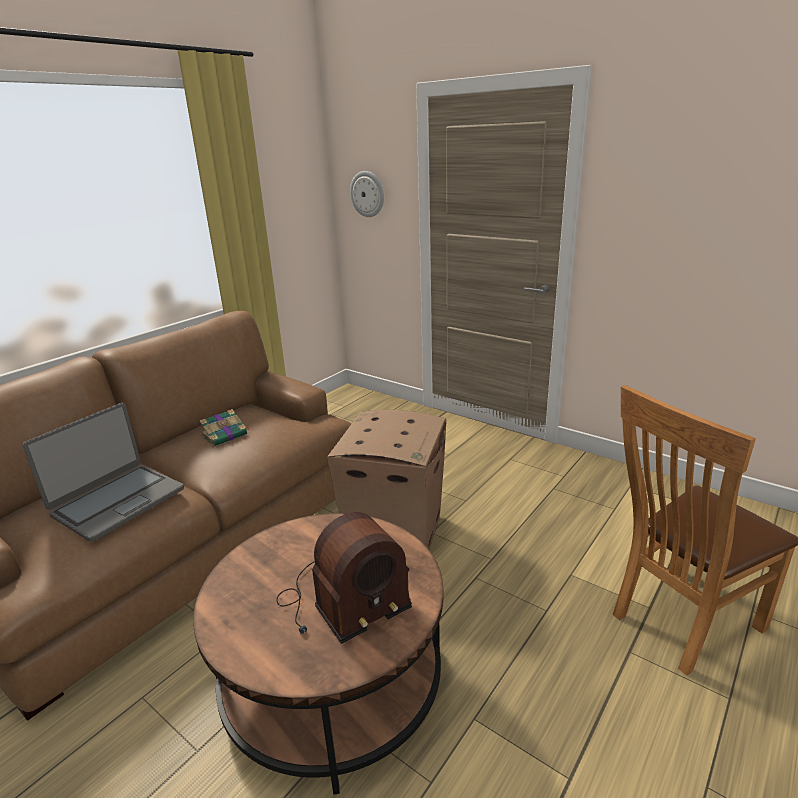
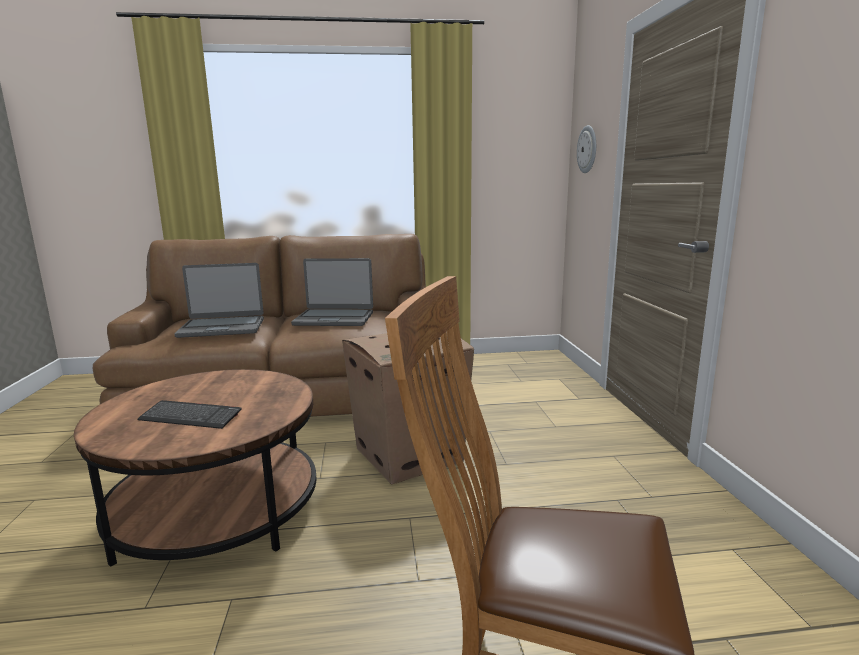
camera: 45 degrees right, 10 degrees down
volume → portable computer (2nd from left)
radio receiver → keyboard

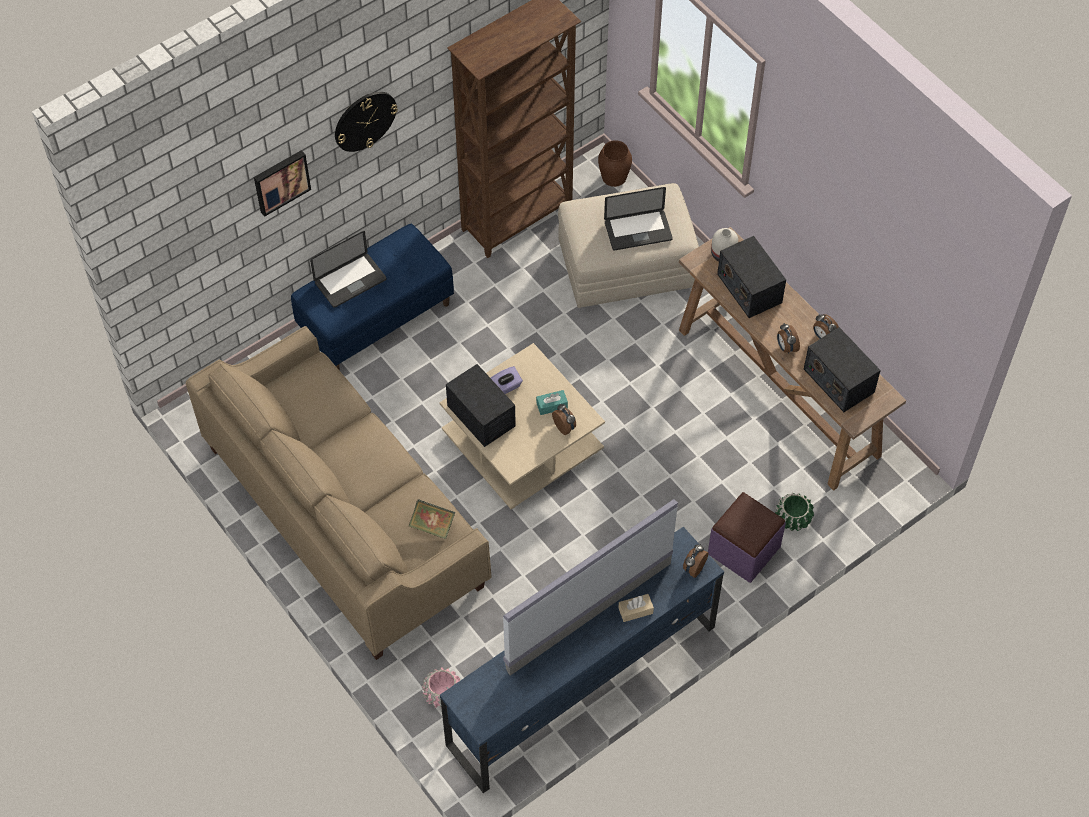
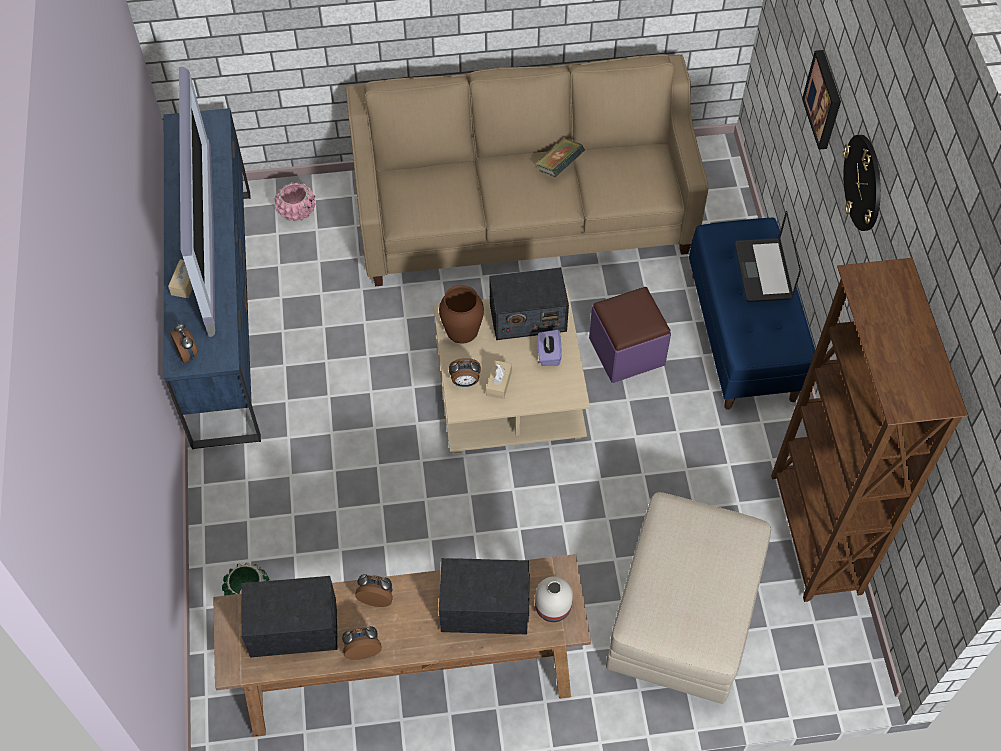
camera: 120 degrees right, 0 degrees up
portable computer (2nd from left) → -
volume, moved
brown-coloured flower vase, moved
purplish footrest, moved
turquoise-coloured tissue box → beige tissue box (2nd from left)

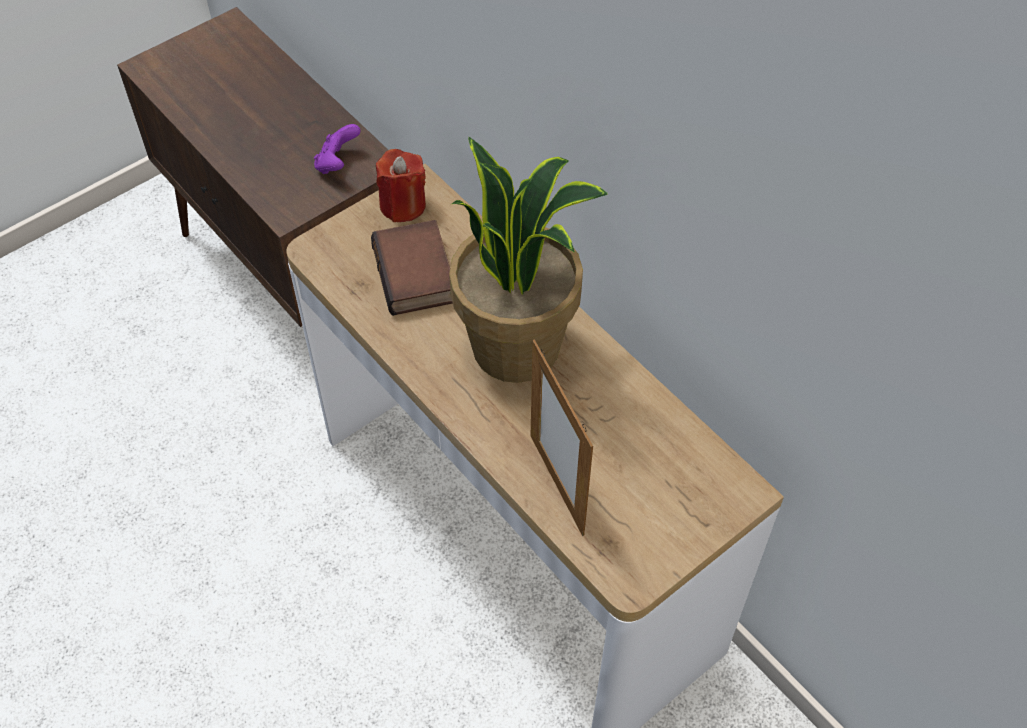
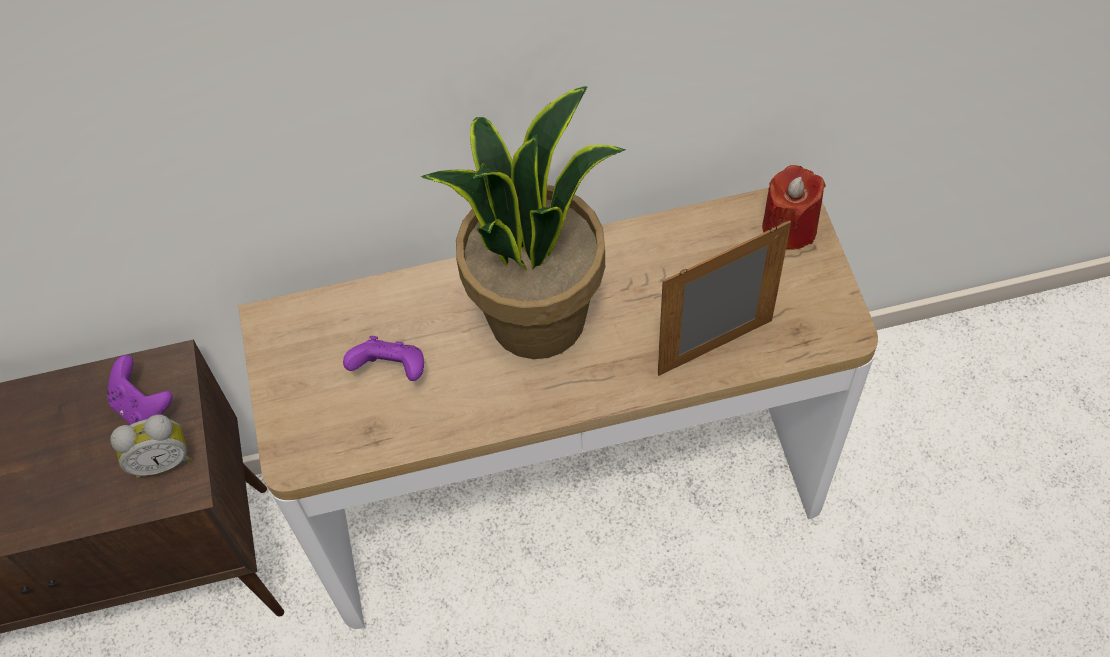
camera: 60 degrees left, 5 degrees up
- → table clock
red-coloured wax light, moved
volume → purplish game controller (2nd from left)
photo frame, 150 degrees clockwise

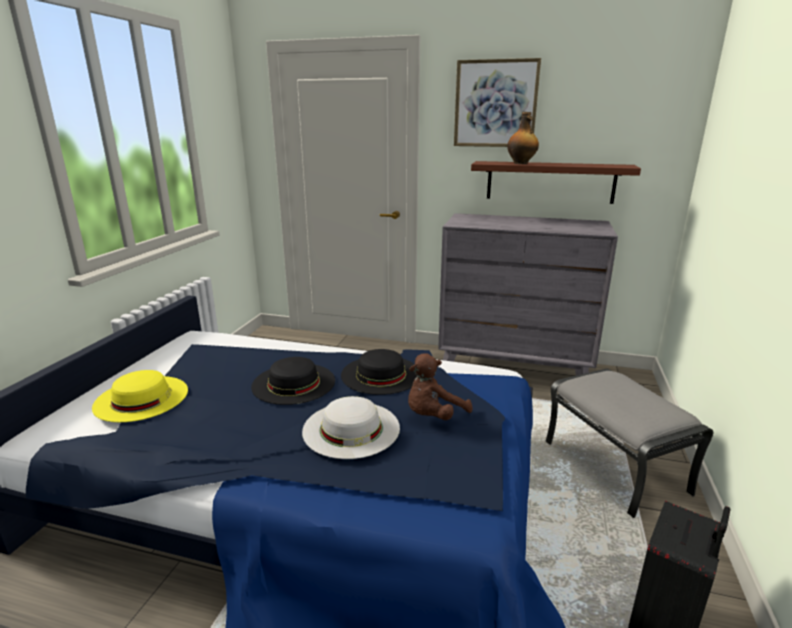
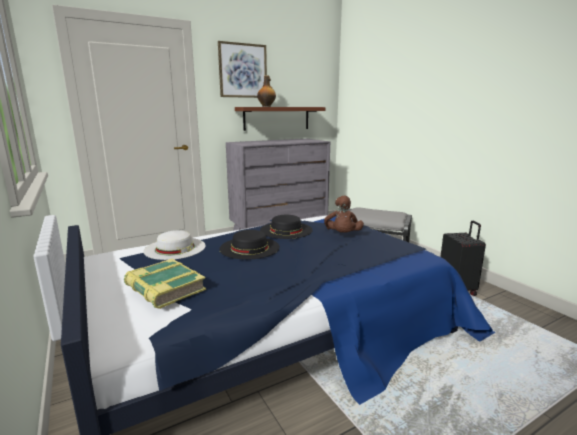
camera: 45 degrees left, 5 degrees down
whitish wearable hat, moved
yellow wearable hat → volume

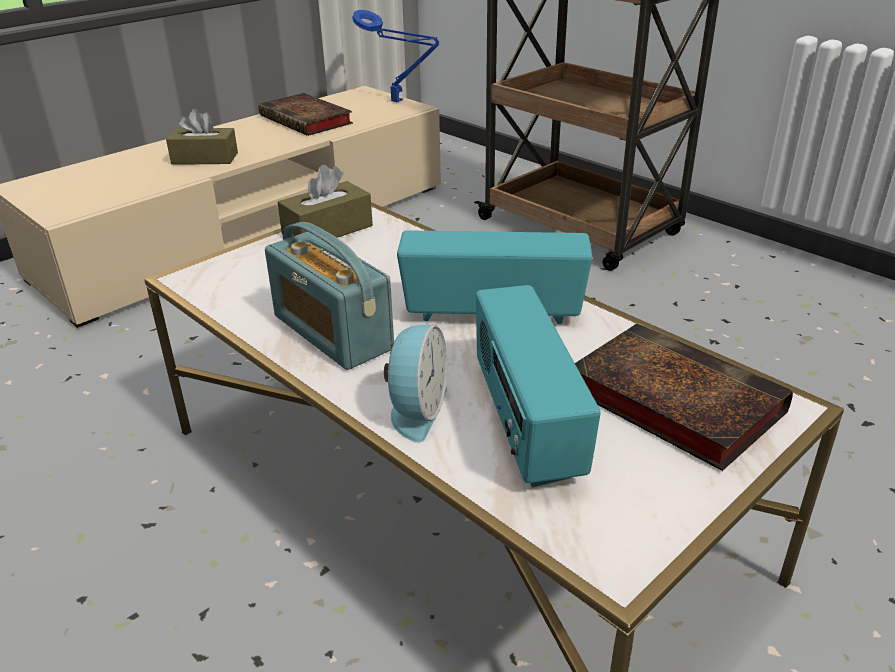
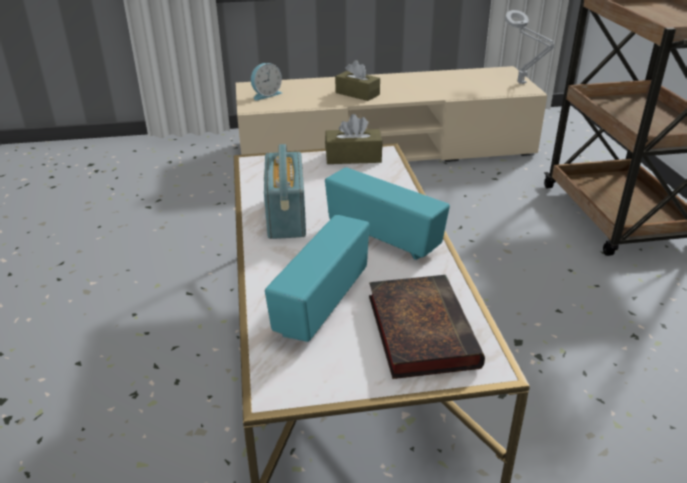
camera: 35 degrees right, 0 degrees up
volume (1st from left) → -
table clock, moved
bluish lamp for a table → grey lamp for a table

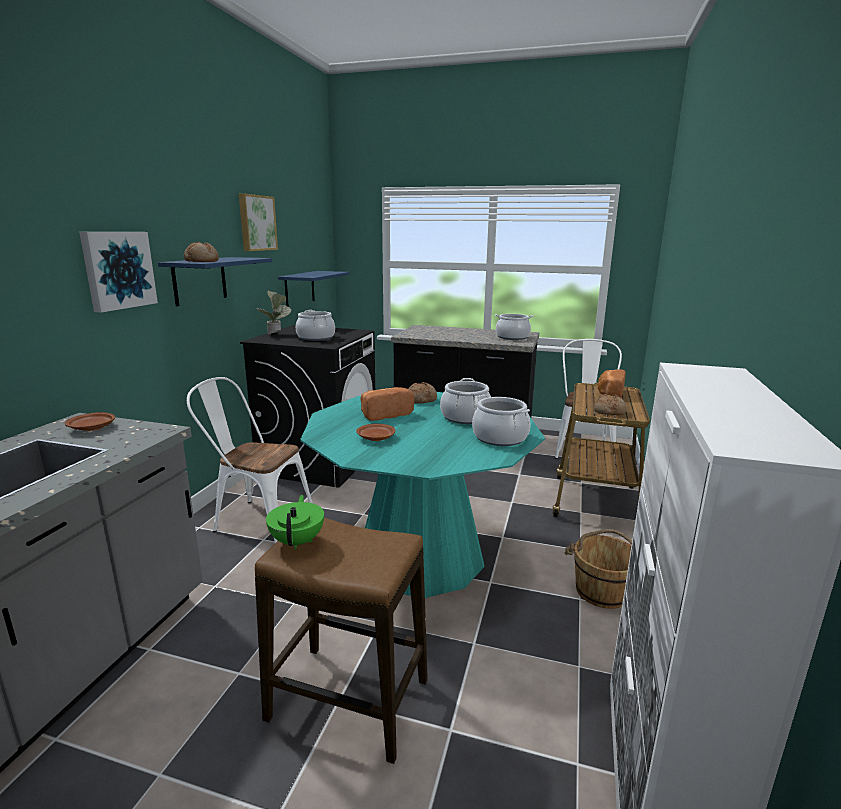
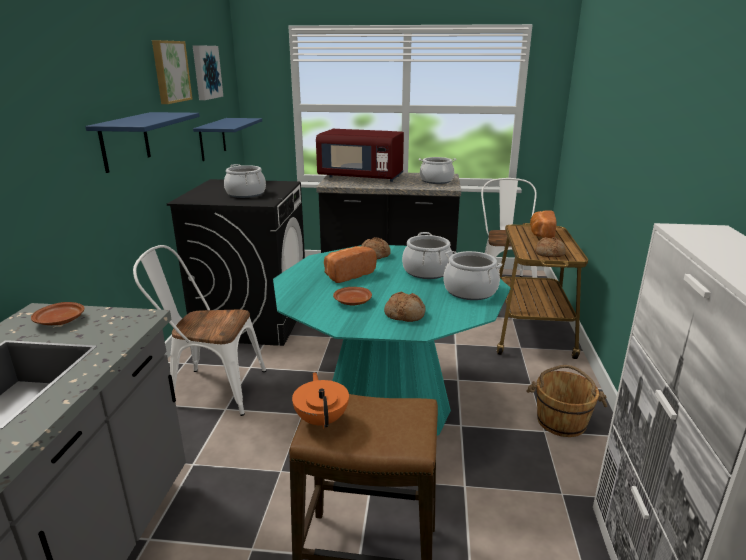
camera: 10 degrees left, 5 degrees up
houseplant → -
- → red-coloured microwave oven
wall picture (1st from left in the first image) → wall picture (2nd from left), moved
bakery bread (1st from left in the first image) → bakery bread (3rd from left), moved
green-coloured teapot → orangey teapot

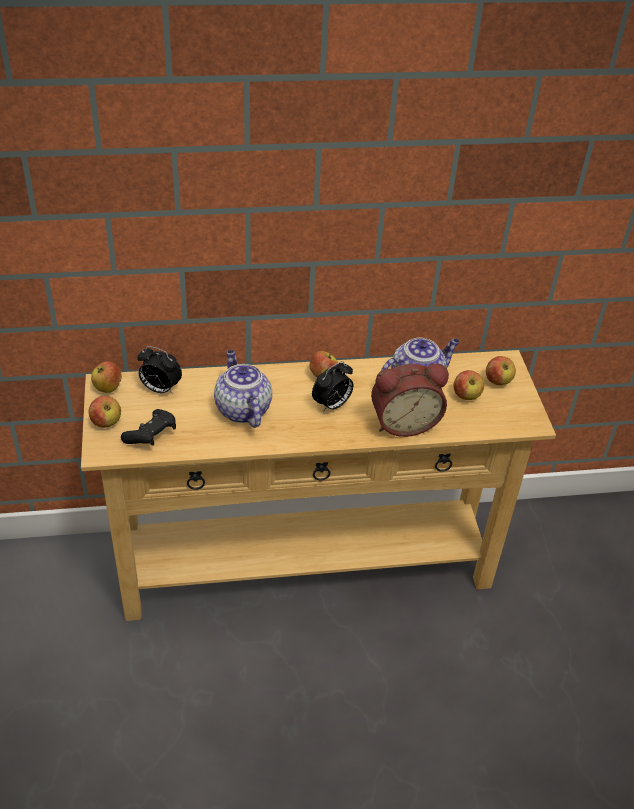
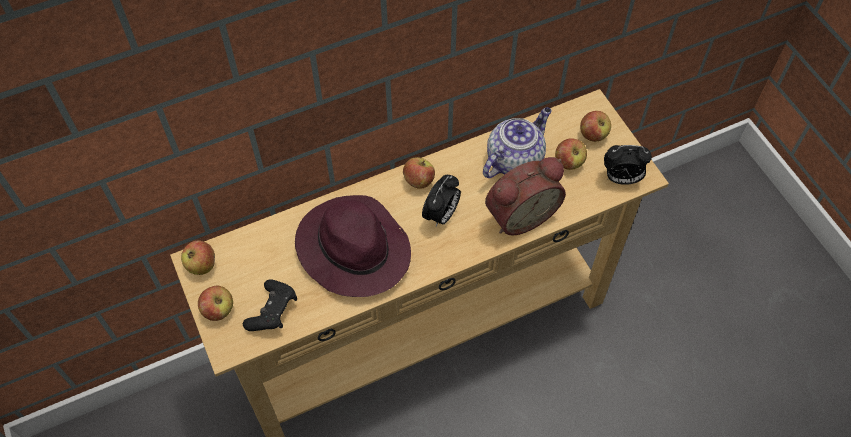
camera: 15 degrees left, 15 degrees up
table clock (1st from left in the first image) → table clock (3rd from left), moved
teapot (1st from left) → purplish wearable hat

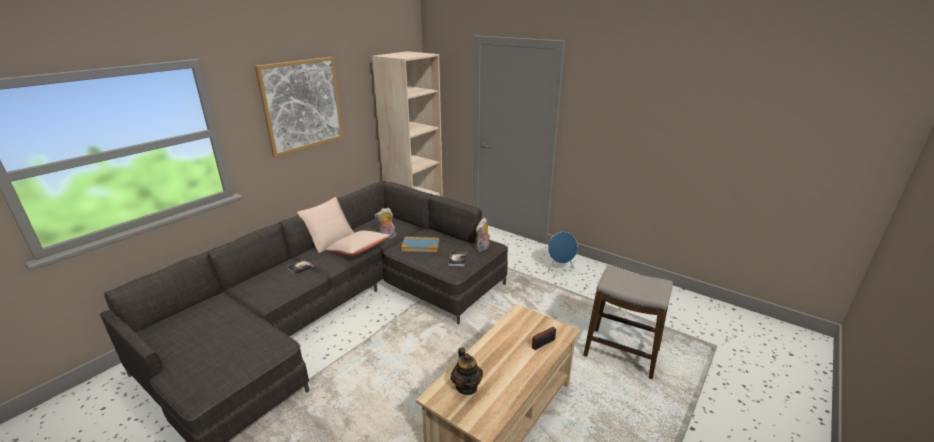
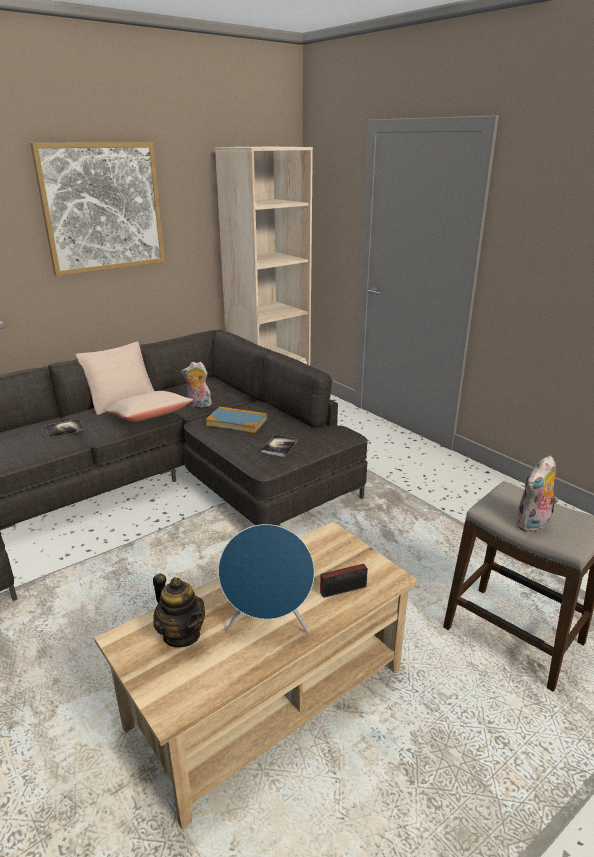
camera: 15 degrees right, 0 degrees up
soft toy (2nd from left), moved
bluish audio speaker, moved
teapot, 45 degrees counterclockwise

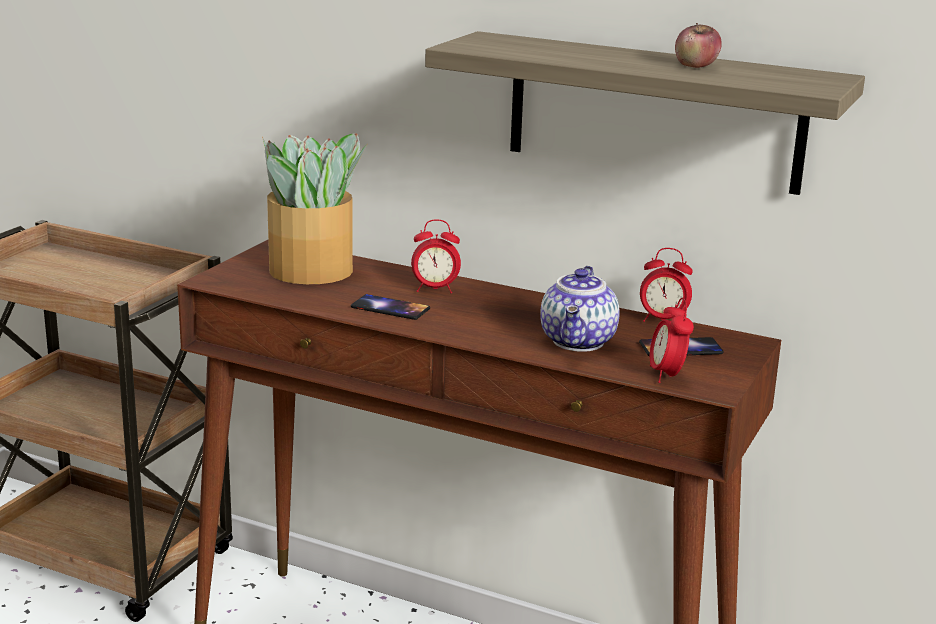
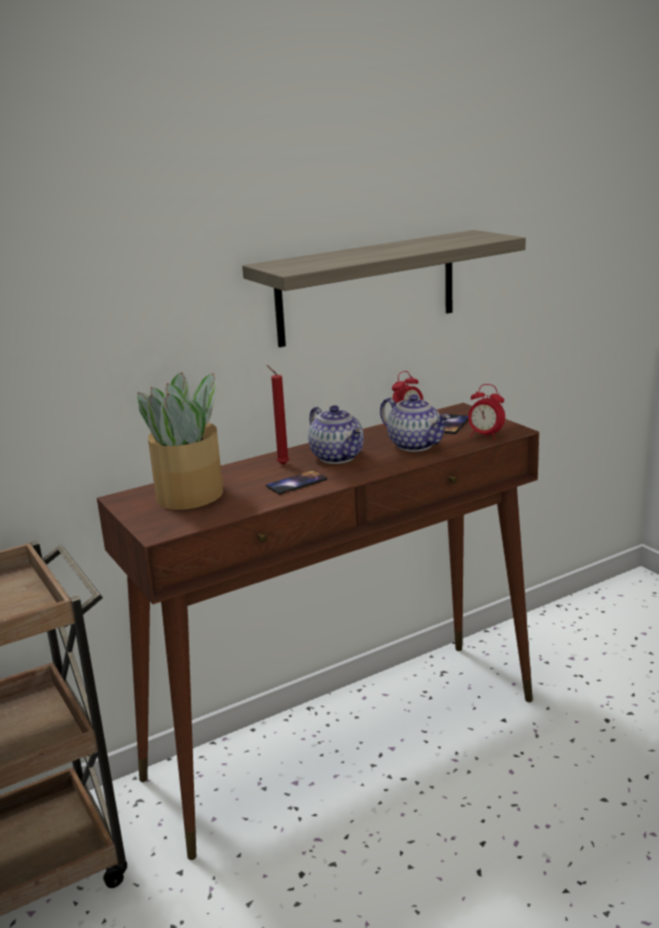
camera: 55 degrees left, 0 degrees up
whole apple → -
- → teapot (1st from left)
table clock (1st from left) → red-coloured wax light

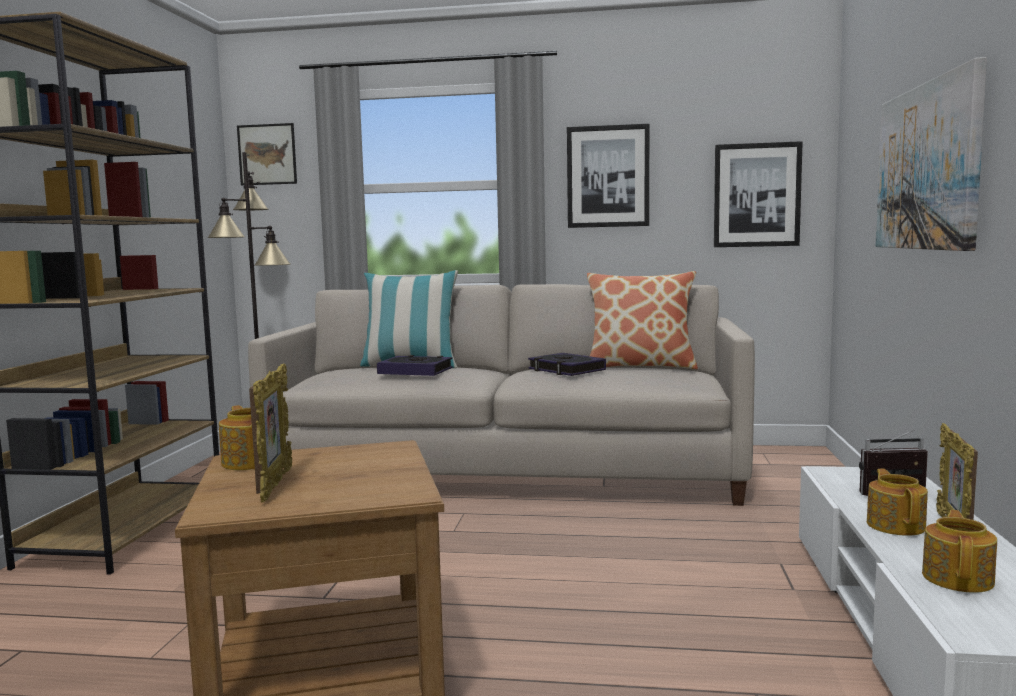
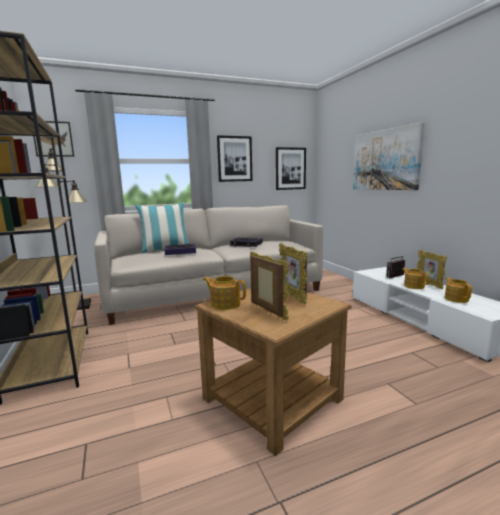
camera: 30 degrees left, 5 degrees up
cushion (2nd from left) → -
- → photo frame (2nd from left)

